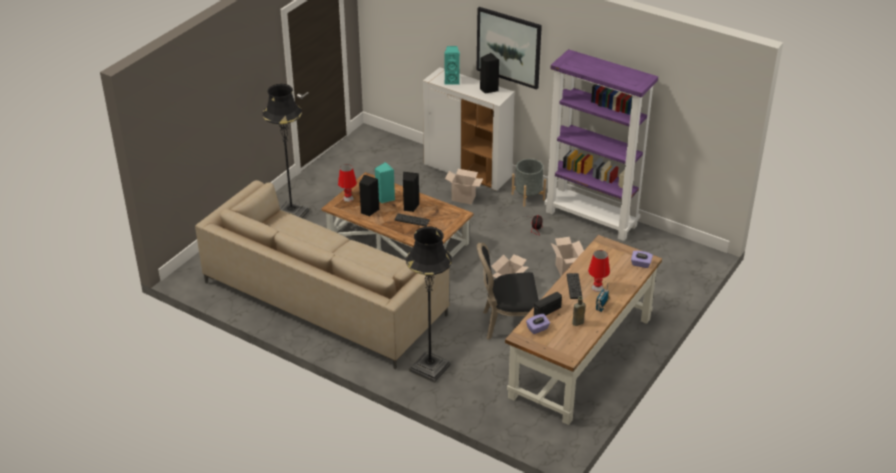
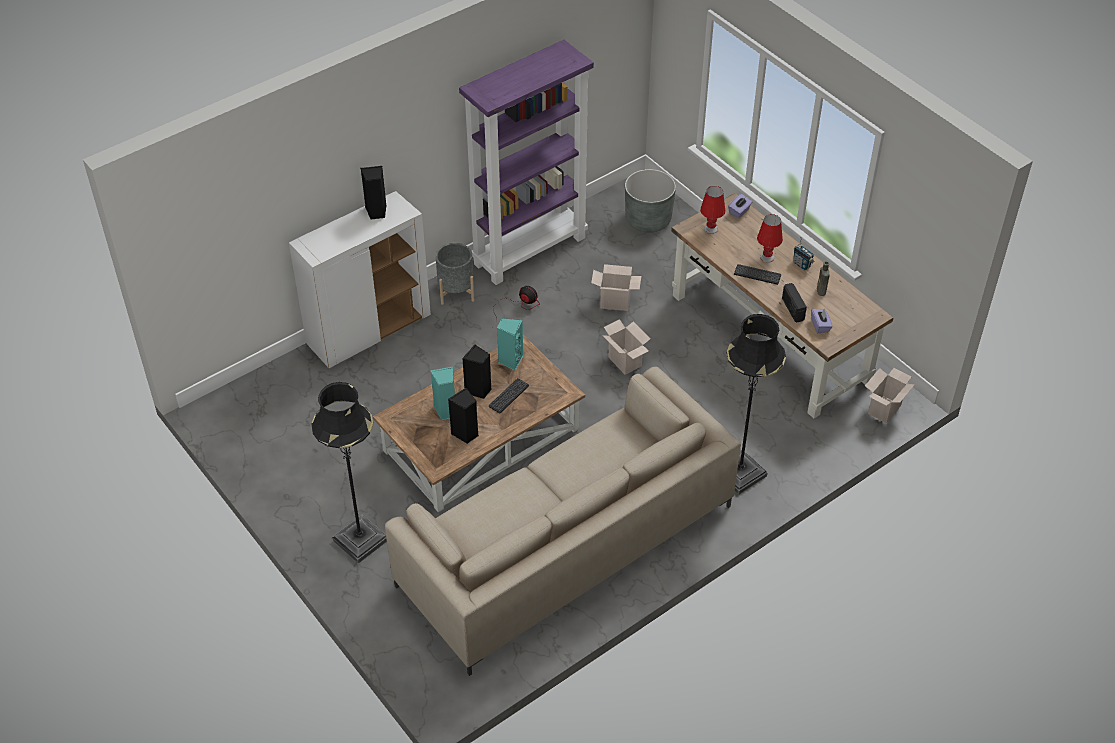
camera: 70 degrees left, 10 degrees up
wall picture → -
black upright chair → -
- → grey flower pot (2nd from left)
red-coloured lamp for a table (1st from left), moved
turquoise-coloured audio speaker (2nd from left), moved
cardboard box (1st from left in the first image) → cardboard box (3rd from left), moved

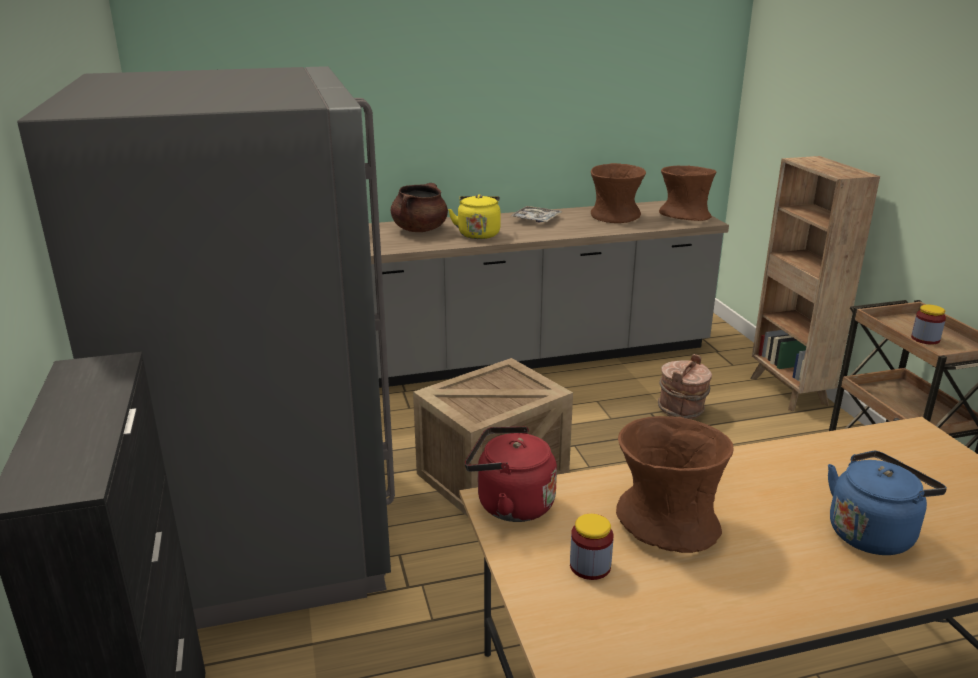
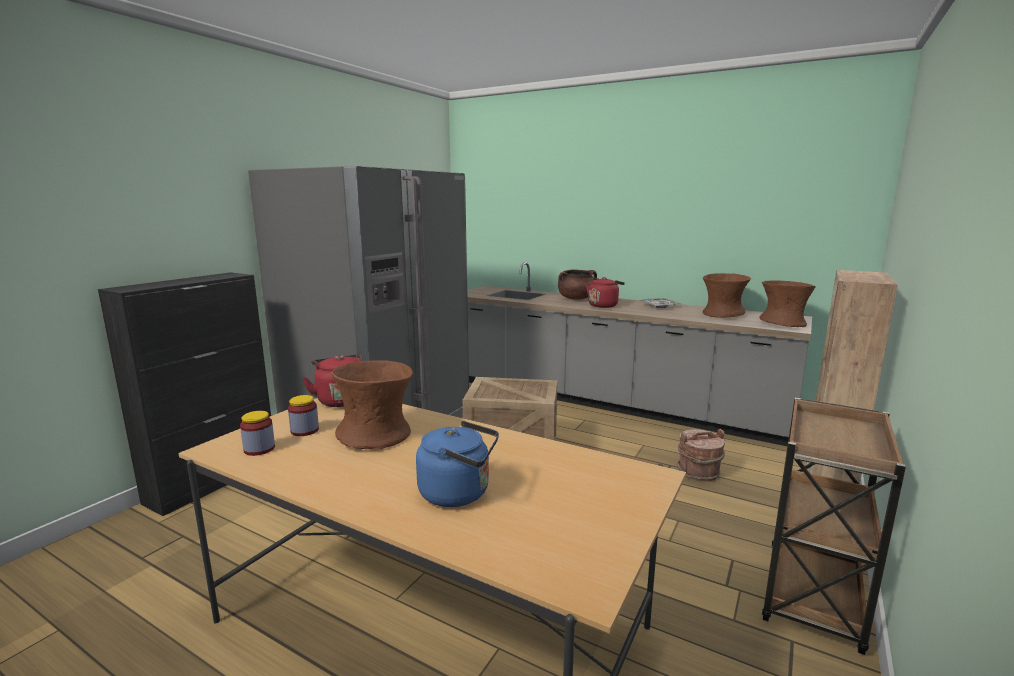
camera: 45 degrees right, 10 degrees down
storage jar (2nd from left in the first image) → storage jar (1st from left), moved
yellow water kettle → red-coloured water kettle (2nd from left)

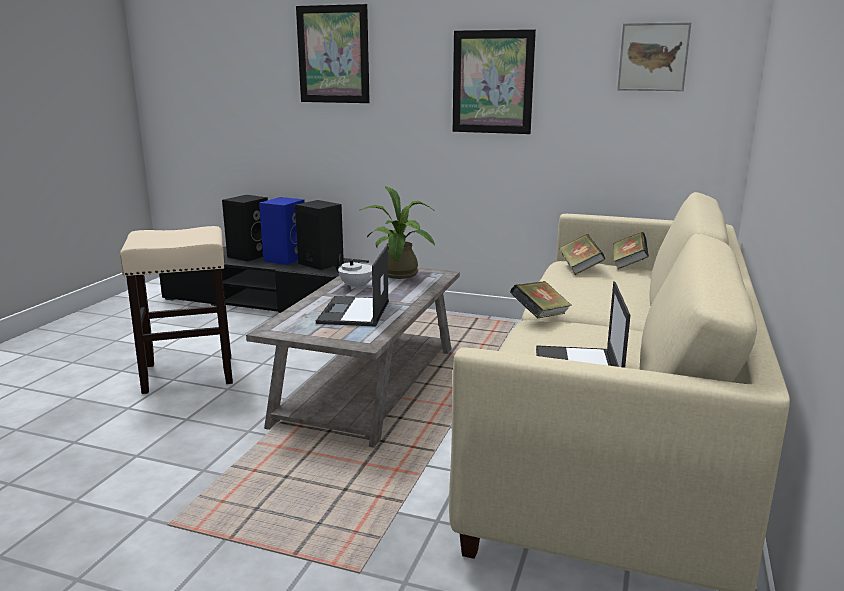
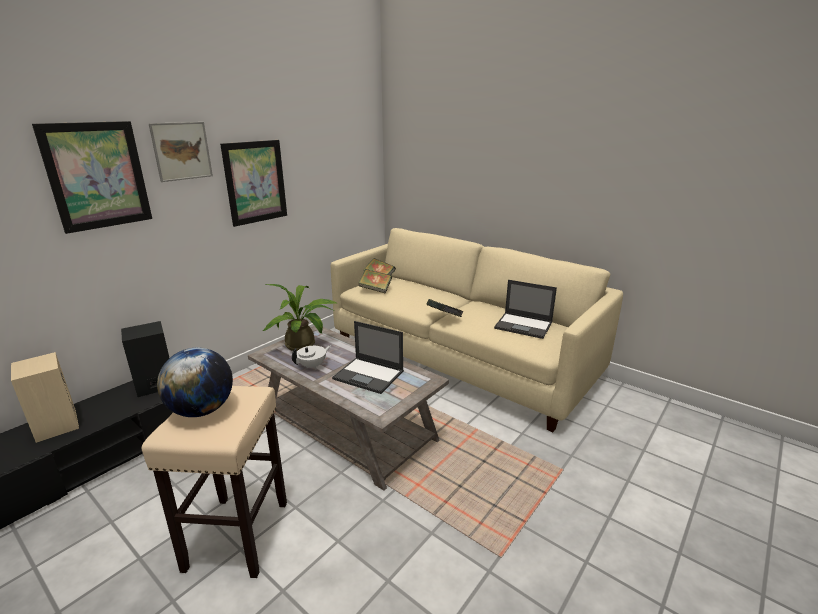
camera: 70 degrees left, 5 degrees up
bluish audio speaker → -
- → world globe
wall picture (3rd from left in the first image) → wall picture (2nd from left), moved
black audio speaker (1st from left) → beige audio speaker

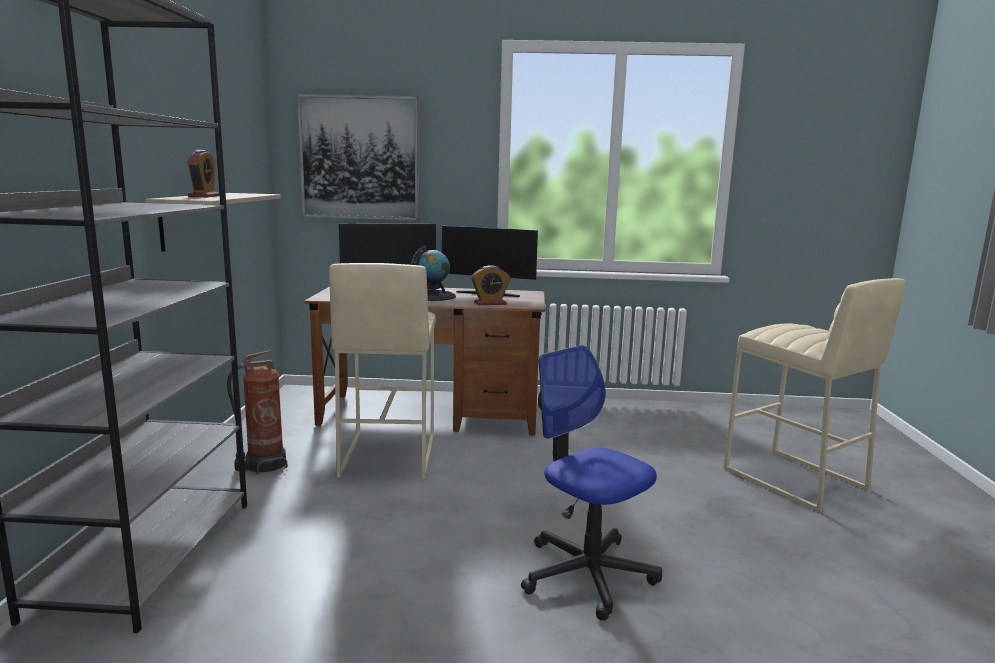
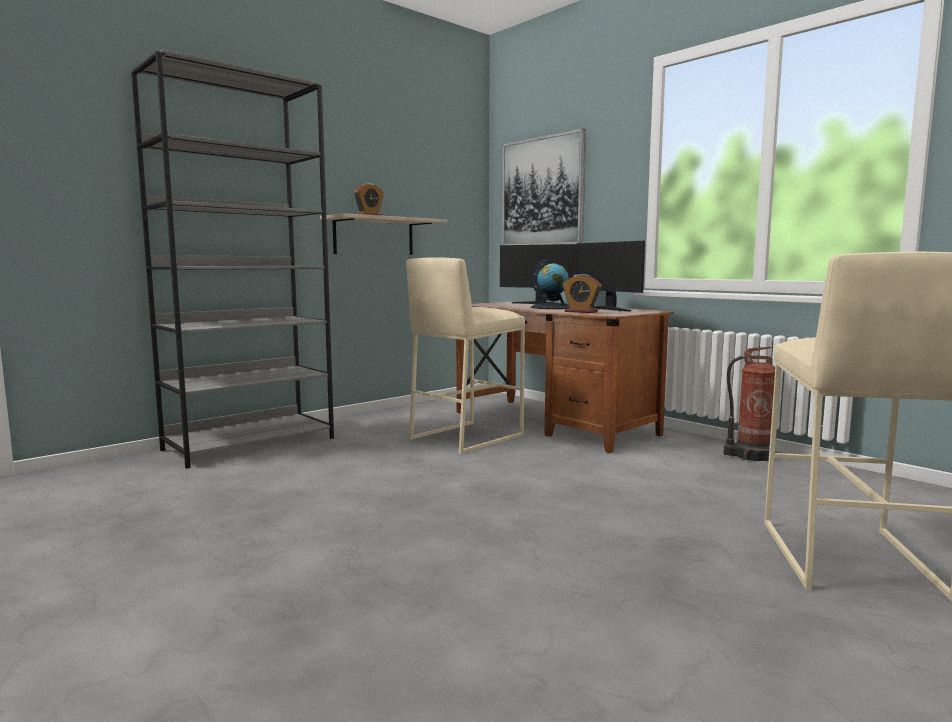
camera: 45 degrees right, 5 degrees down
desk chair → -
fire extinguisher, moved

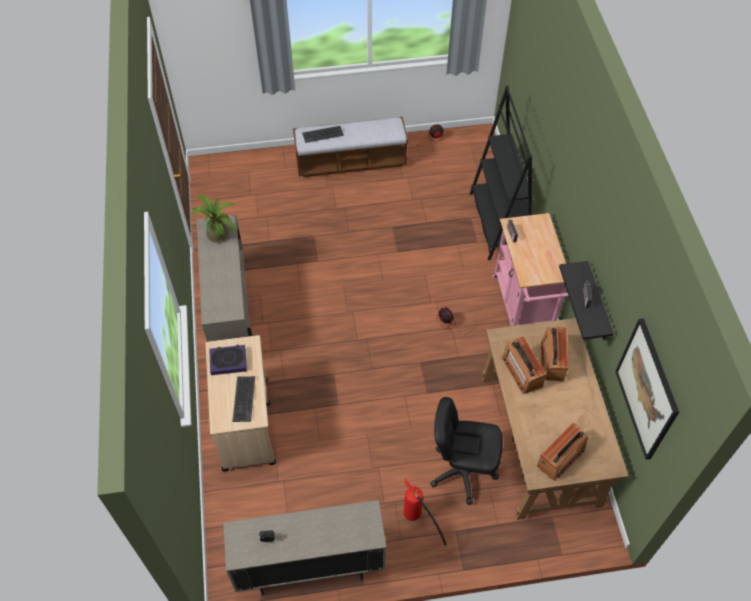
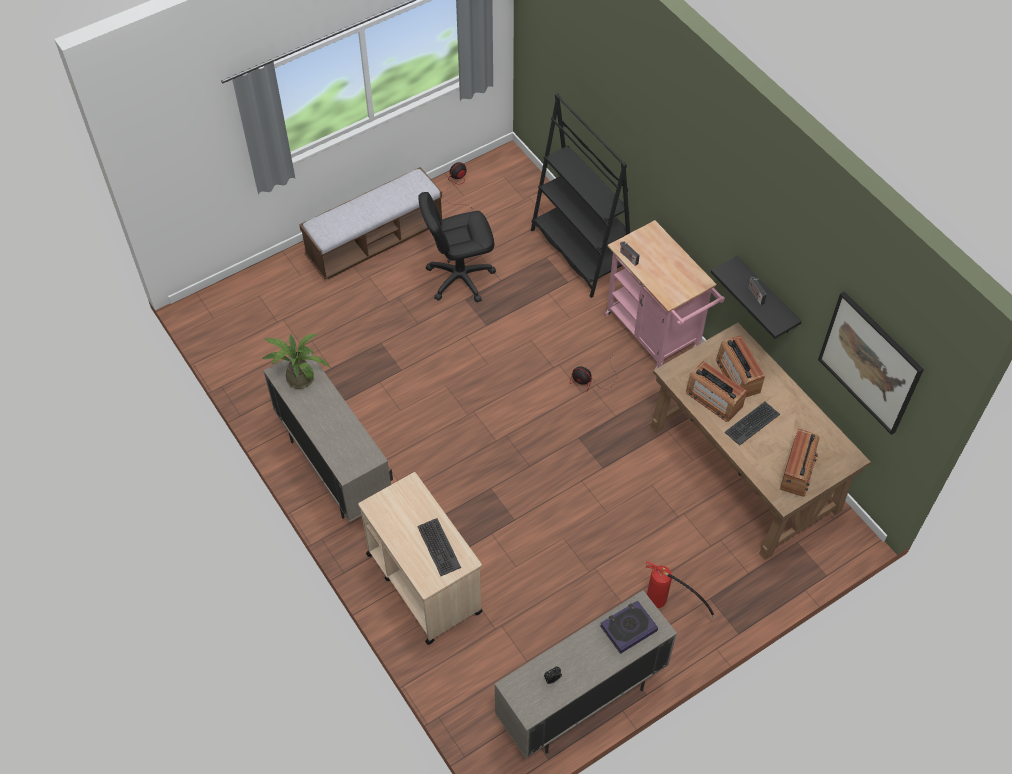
camera: 25 degrees left, 0 degrees up
volume, moved
keyboard (2nd from left), moved
black desk chair, moved

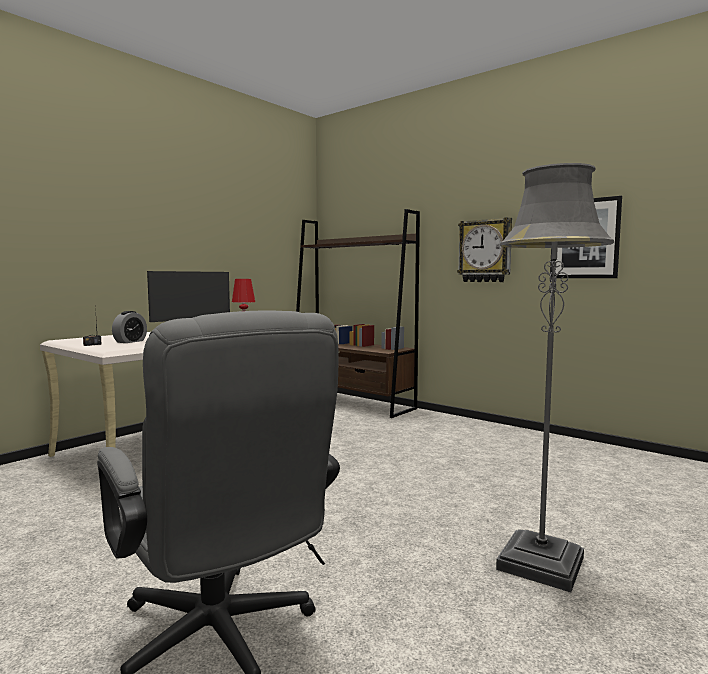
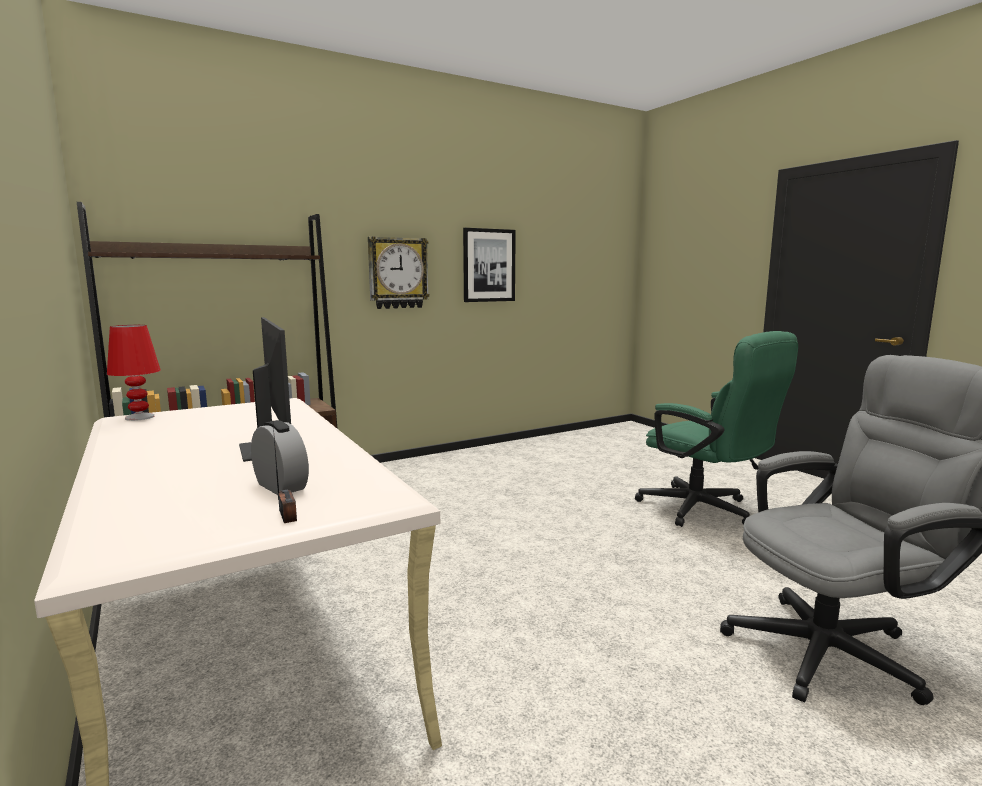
camera: 70 degrees left, 5 degrees up
grey standing lamp → green-coloured desk chair

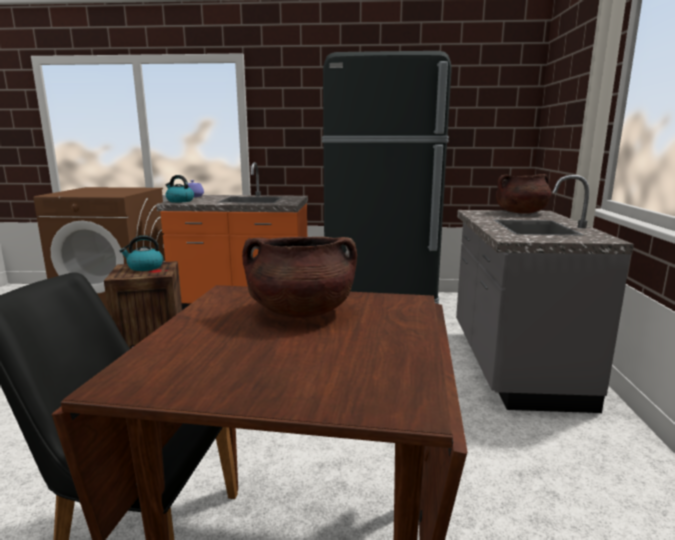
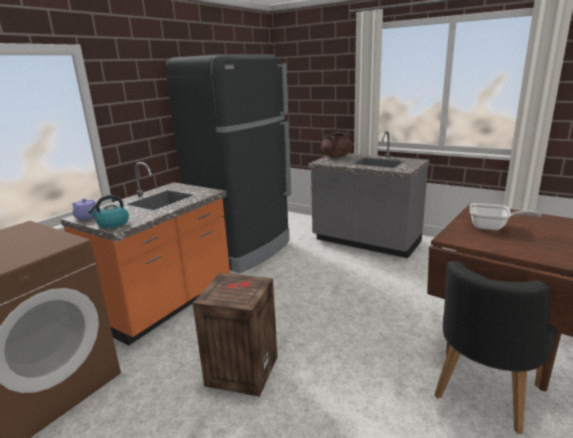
camera: 60 degrees left, 5 degrees up
water kettle (1st from left) → -
brown-coloured saucepot (1st from left) → frying pan

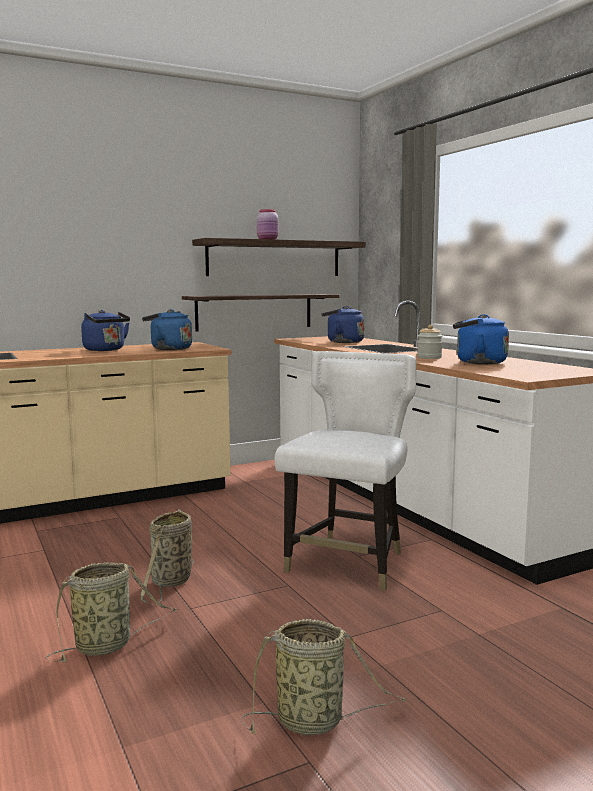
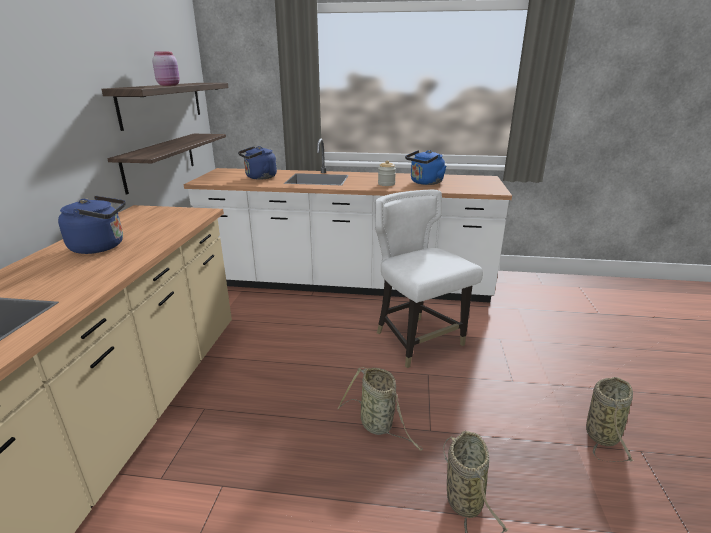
camera: 55 degrees left, 15 degrees up
bluish water kettle (2nd from left) → -

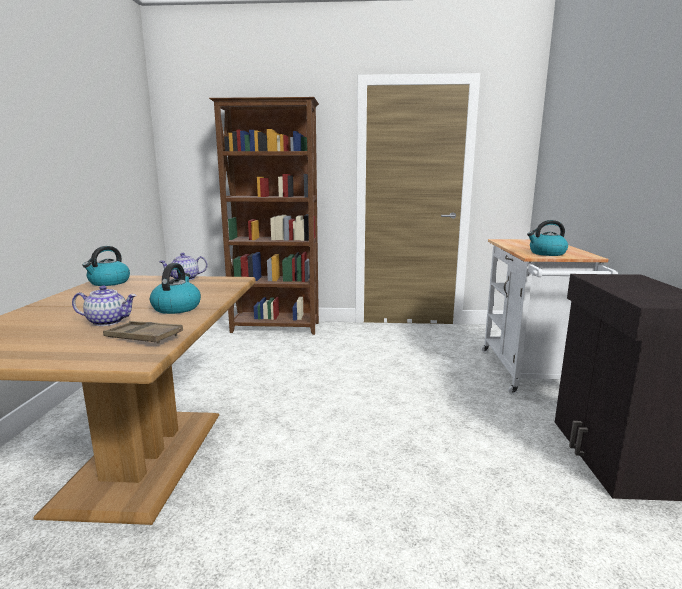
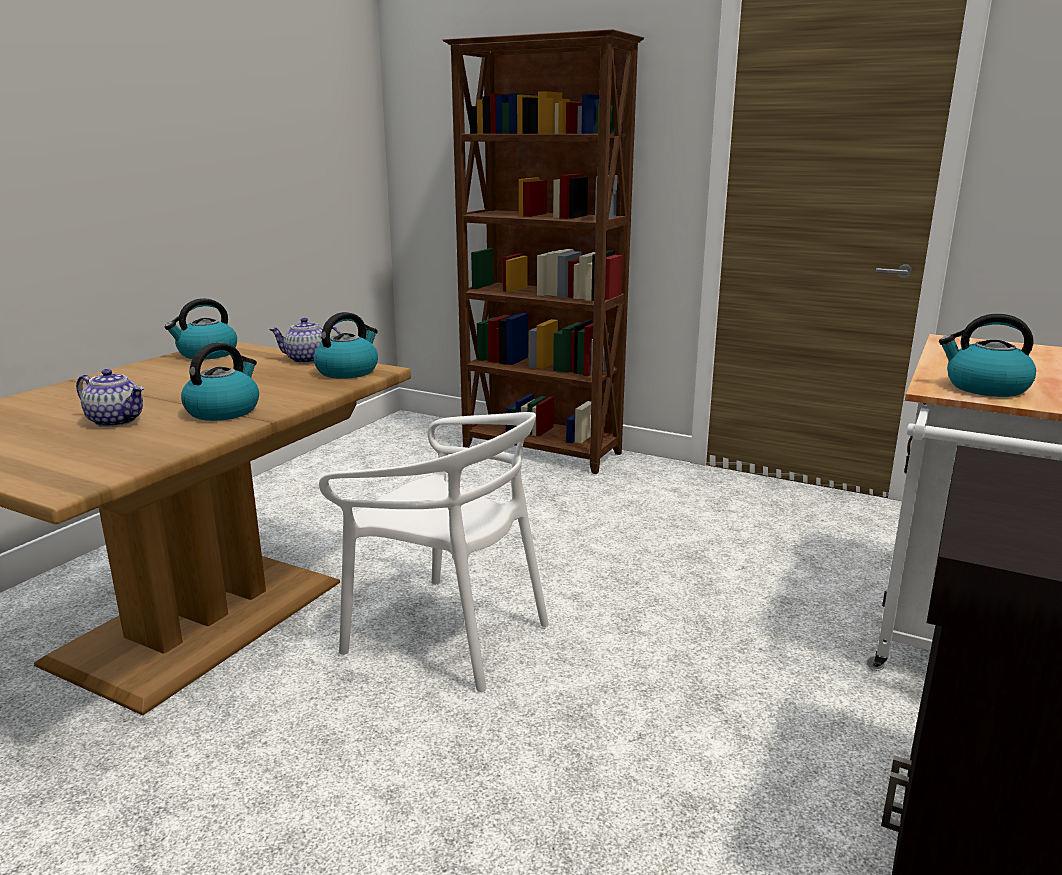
camera: 25 degrees right, 5 degrees up
brown-coloured carrying tray → -
- → water kettle (3rd from left)
- → whitish upright chair

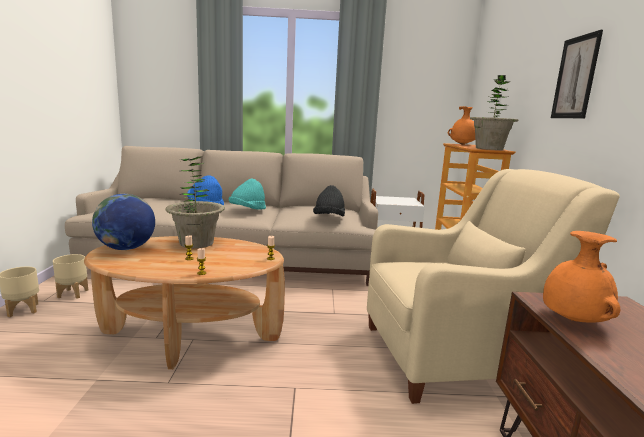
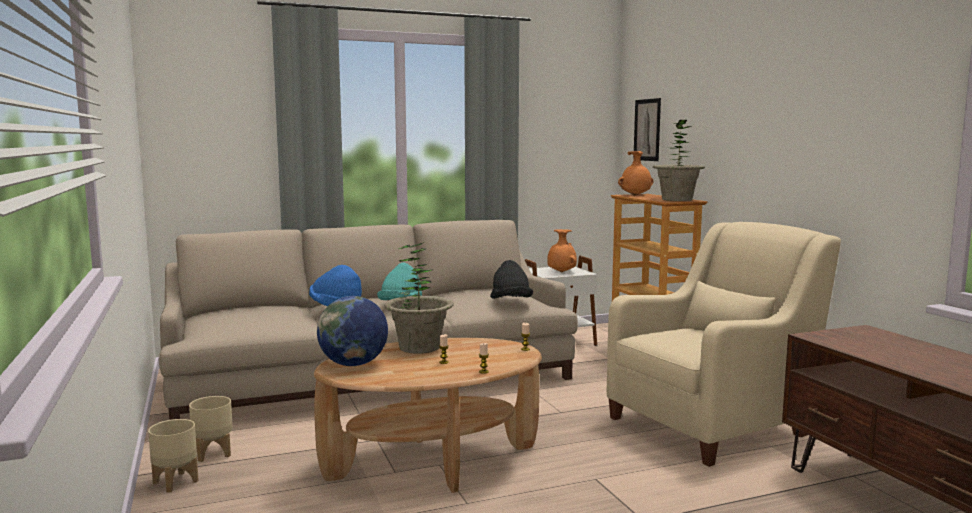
camera: 20 degrees left, 5 degrees down
orangey flower vase (2nd from left in the first image) → orangey flower vase (1st from left), moved
wall picture, moved

